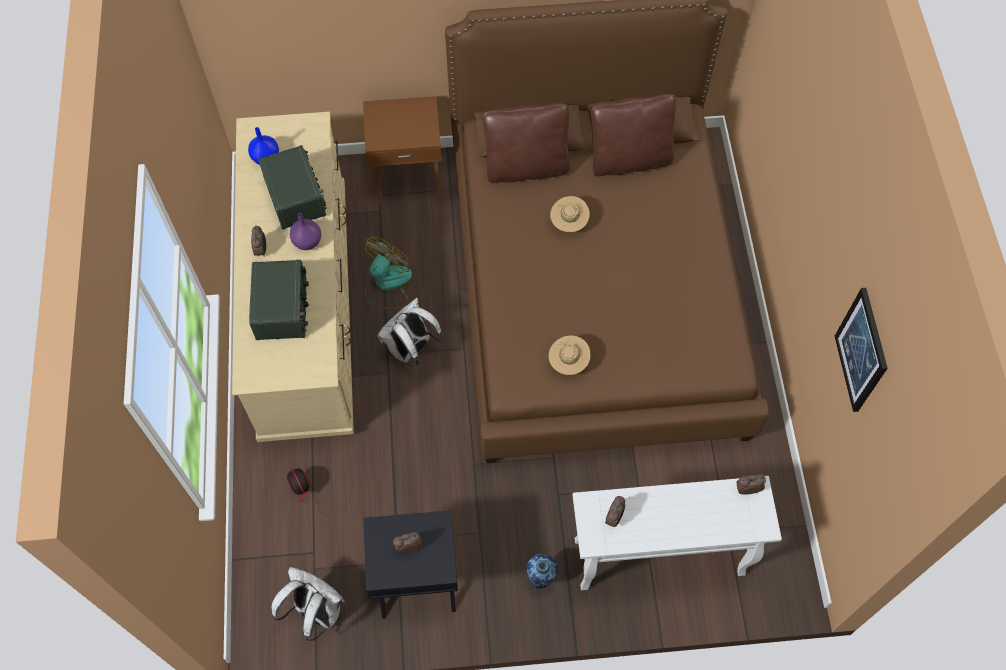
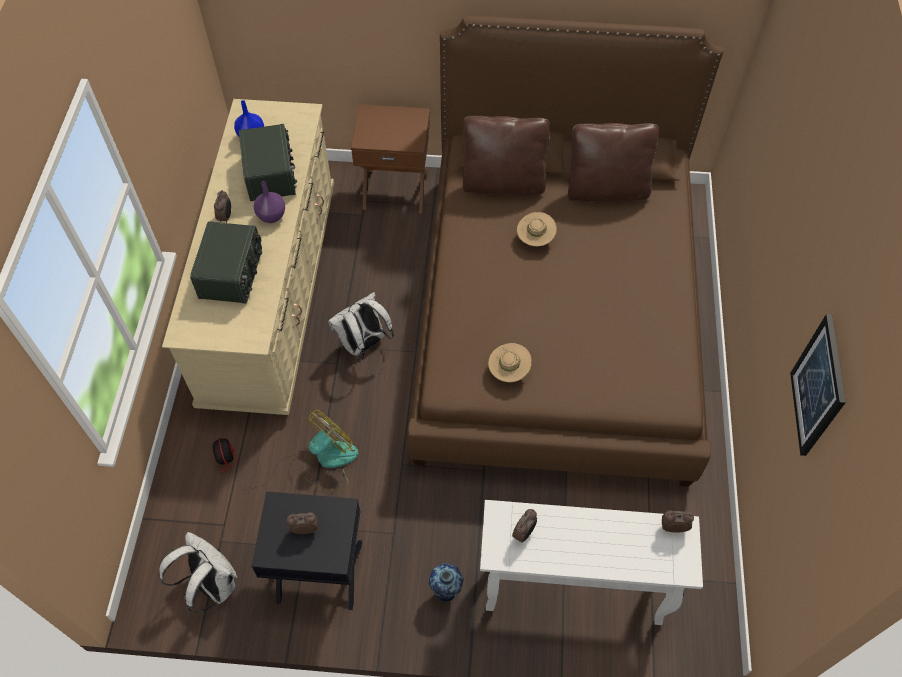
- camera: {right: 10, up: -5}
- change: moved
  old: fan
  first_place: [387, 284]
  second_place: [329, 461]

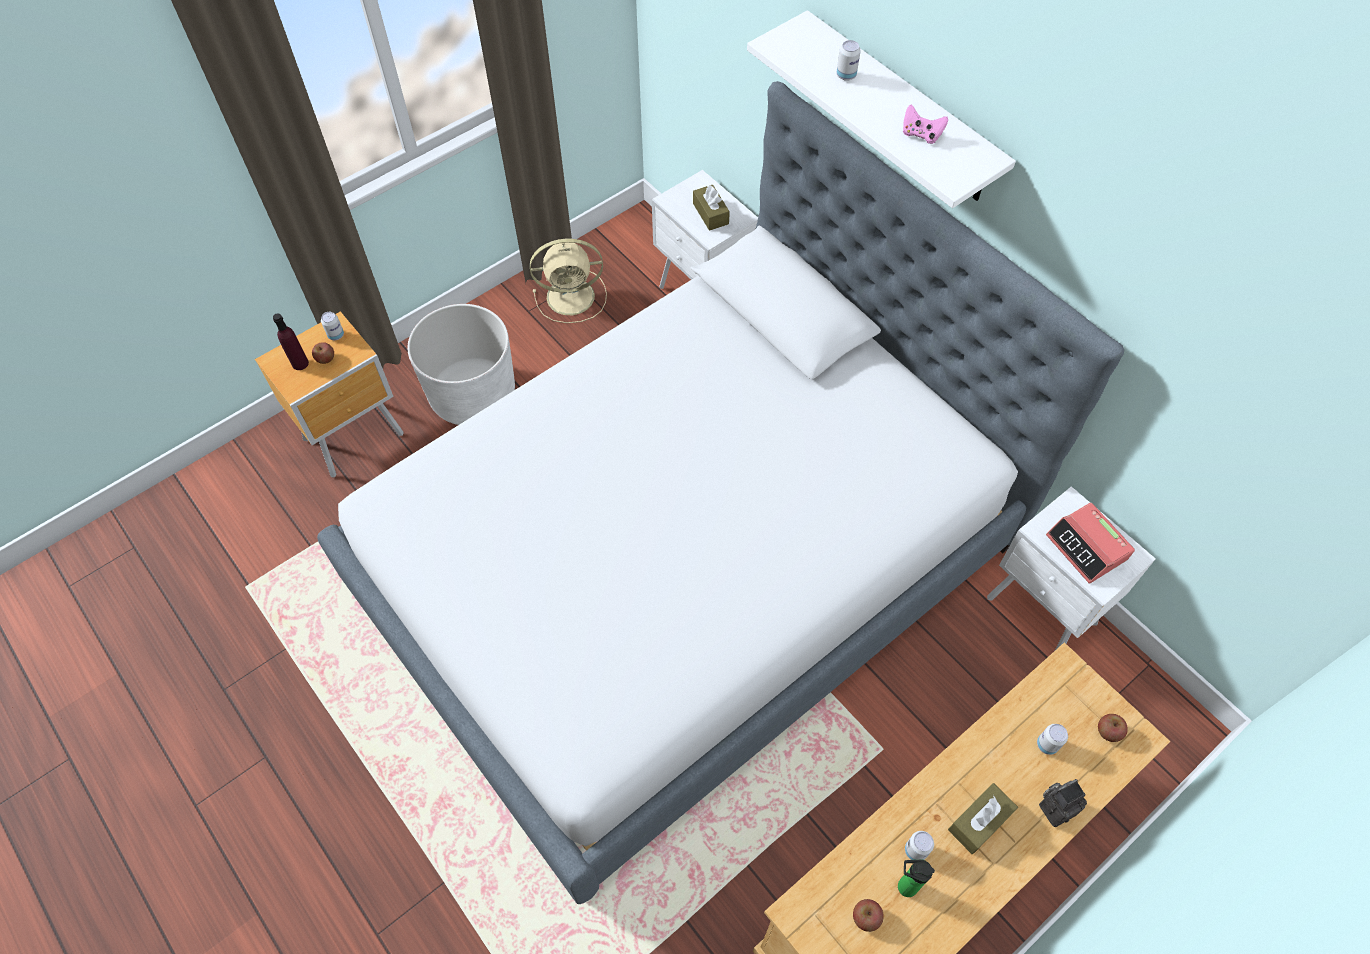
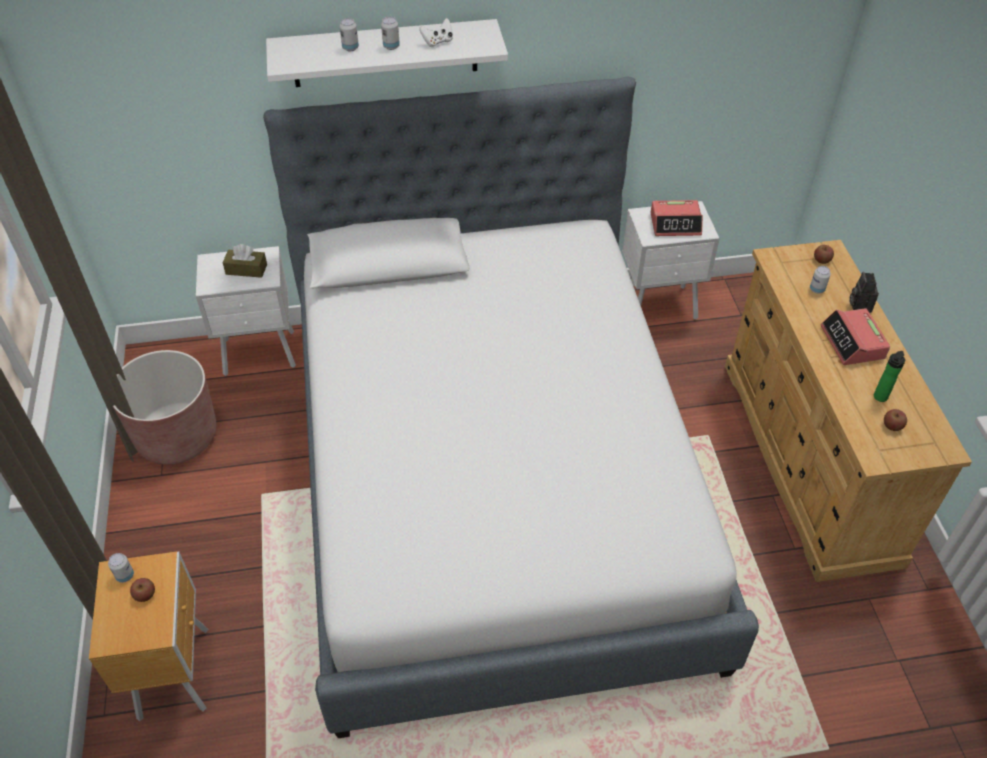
- camera: {right: -60, up: -10}
- change: recoloured
  old: pink gamepad
  new: white-coloured gamepad
  first_place: [921, 134]
  second_place: [438, 42]
- change: replaced
  old: sand-coloured fan
  new: brown-coloured planter
  first_place: [573, 296]
  second_place: [177, 436]
- change: removed
  old: white-coloured planter
  first_place: [473, 395]
- change: removed
  old: purple bottle
  first_place: [300, 363]
- change: replaced
  old: brown-coloured tissue holder
  new: bedside clock
  first_place: [979, 821]
  second_place: [852, 343]
- change: moved
  old: metal can
  first_place: [915, 850]
  second_place: [391, 46]

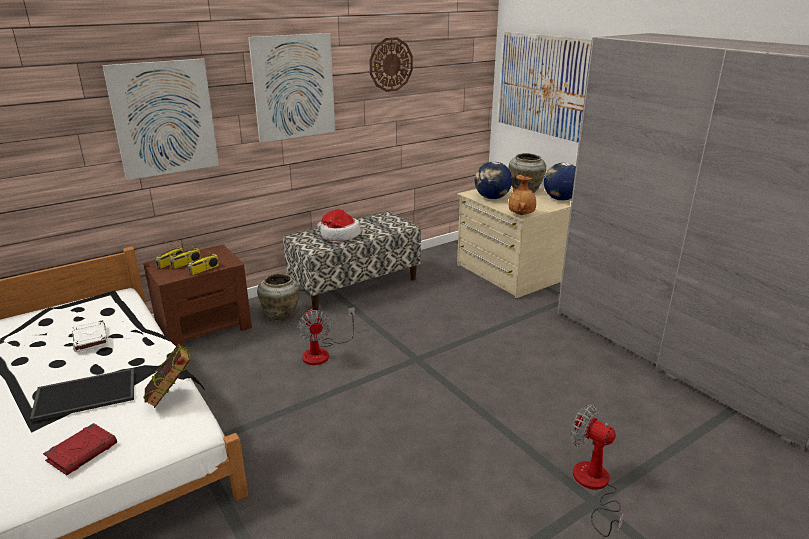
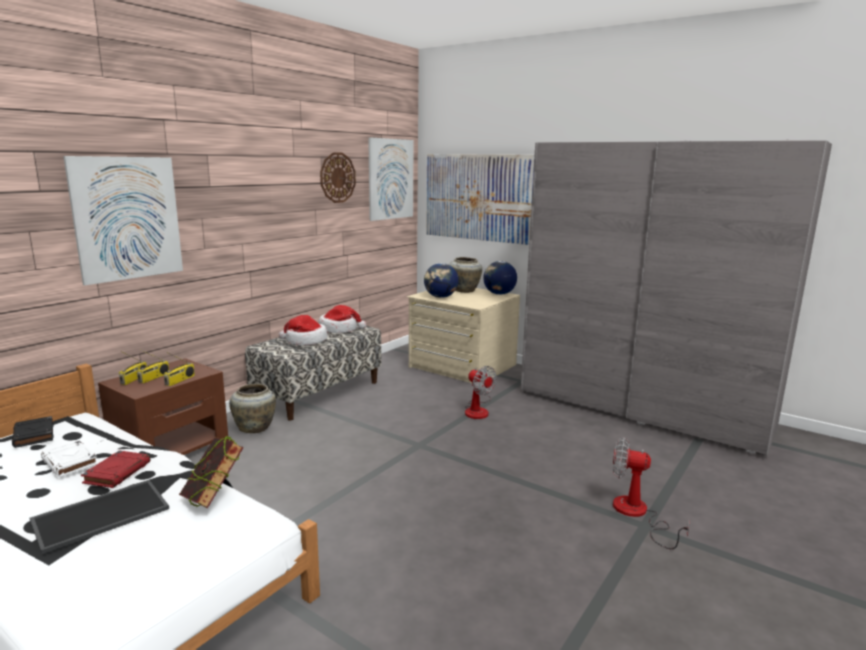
- camera: {right: -20, up: -10}
- change: moved
  old: wall art
  first_place: [294, 87]
  second_place: [391, 179]
- change: removed
  old: brown-coloured decorative vase
  first_place: [521, 214]
- change: moved
  old: fan
  first_place: [322, 352]
  second_place: [478, 410]
- change: moved
  old: reddish volume
  first_place: [82, 451]
  second_place: [117, 472]
- change: added
  new: wearable hat
  second_place: [339, 329]
- change: added
  new: black volume
  second_place: [34, 435]

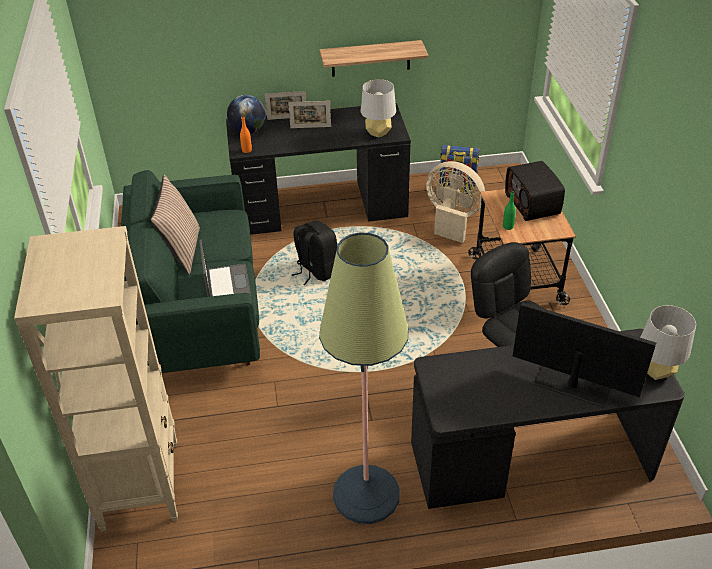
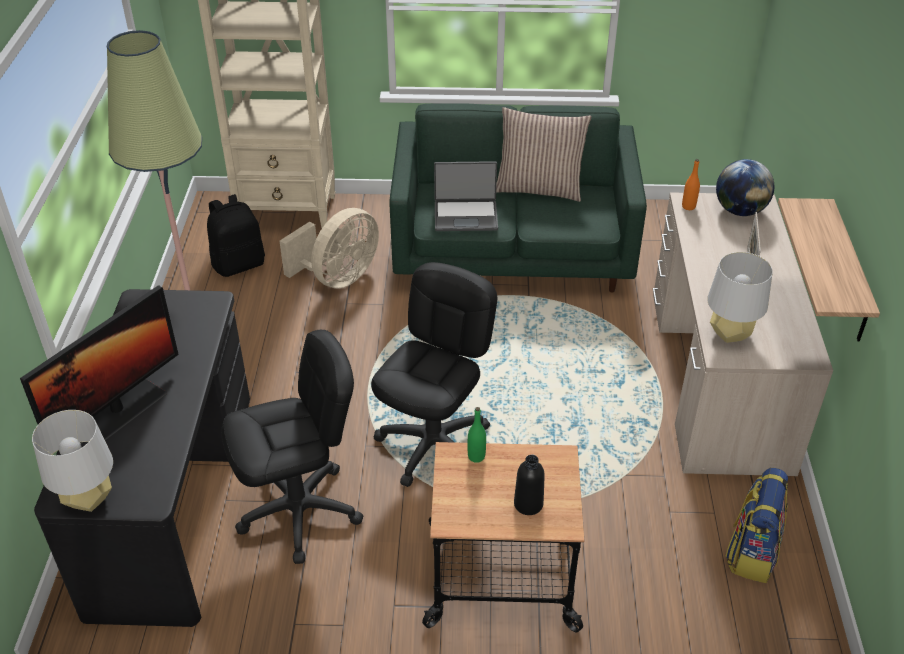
- camera: {right: 100, up: 0}
- change: removed
  old: standing frame
  first_place: [287, 118]
- change: recoloured
  old: black desk
  new: sand-coloured desk
  first_place: [321, 206]
  second_place: [717, 378]
- change: moved
  old: sand-coloured fan
  first_place: [452, 219]
  second_place: [338, 278]
- change: replaced
  old: radio set
  new: black bottle
  first_place: [533, 204]
  second_place: [528, 504]
- change: moved
  old: black backpack
  first_place: [316, 271]
  second_place: [239, 264]
- change: added
  new: black office chair
  second_place: [434, 445]

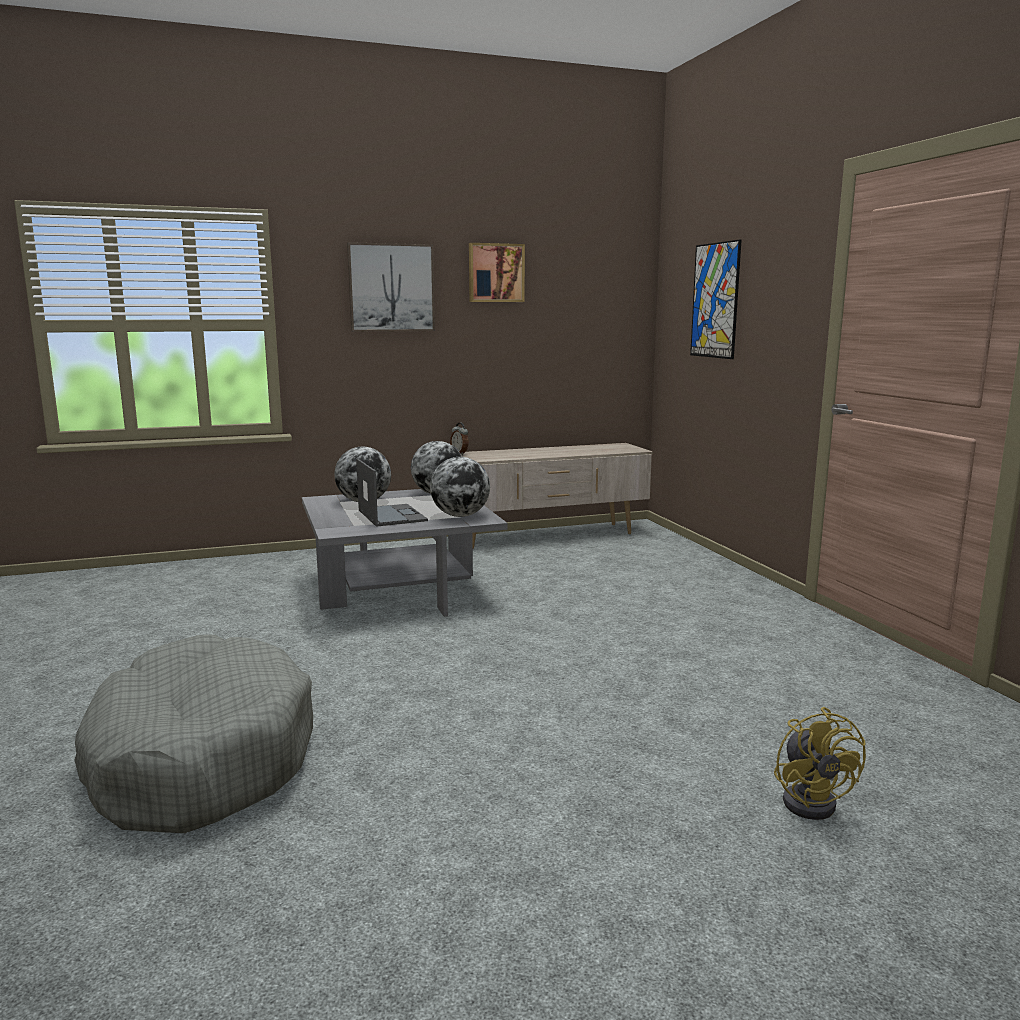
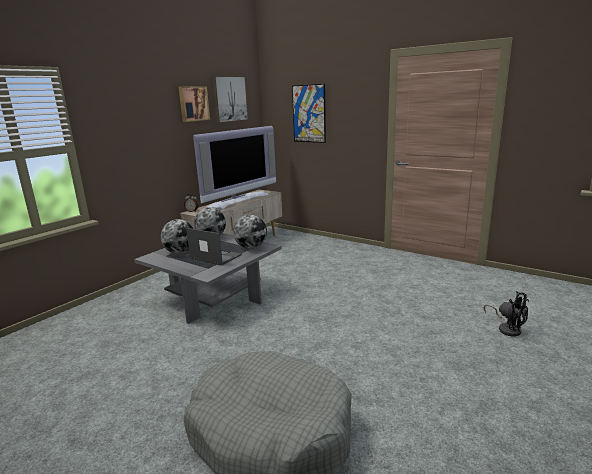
- camera: {right: -35, up: 5}
- change: moved
  old: wall art
  first_place: [391, 288]
  second_place: [230, 99]
- change: recoloured
  old: yellow-coloured fan
  new: black fan
  first_place: [813, 800]
  second_place: [507, 328]
- change: added
  new: television
  second_place: [238, 200]

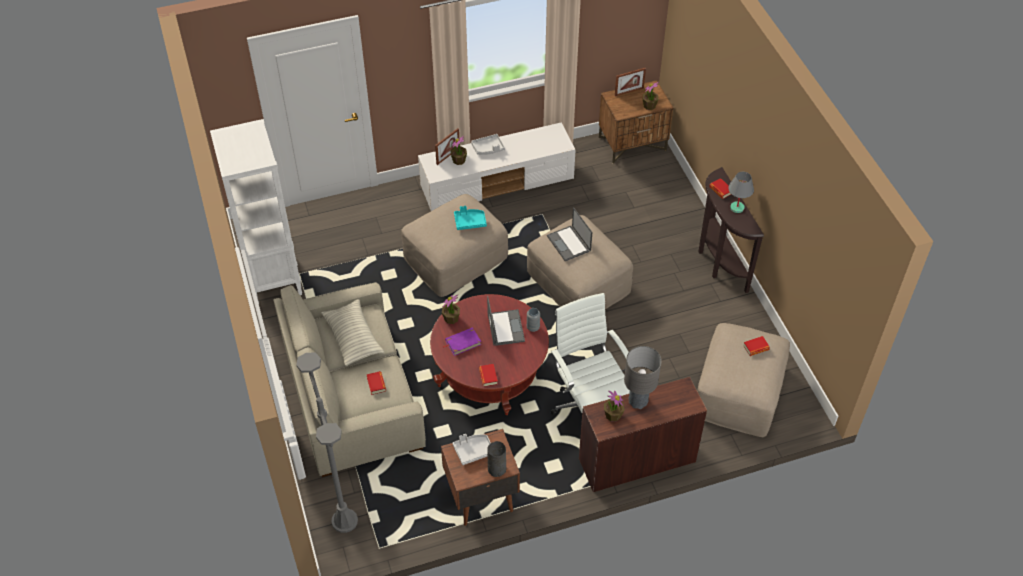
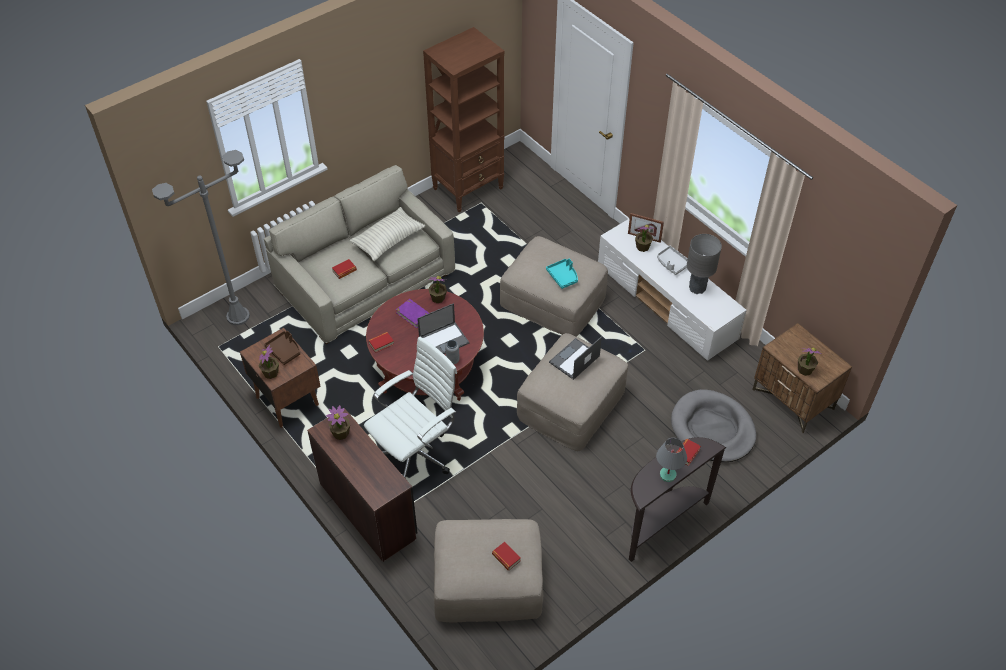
- camera: {right: 70, up: 0}
- change: removed
  old: standing frame
  first_place: [629, 91]
- change: recoloured
  old: white-coloured shelving unit
  new: brown-coloured shelving unit
  first_place: [273, 278]
  second_place: [468, 188]
- change: moved
  old: greyish lamp for a table
  first_place: [638, 401]
  second_place: [697, 288]
- change: recoloured
  old: greyish serving tray
  new: brown-coloured serving tray
  first_place: [473, 451]
  second_place: [284, 351]
- change: replaced
  old: greyish decorative vase
  new: houseplant
  first_place: [497, 468]
  second_place: [271, 373]
- change: added
  new: greyish dog bed
  second_place: [712, 429]

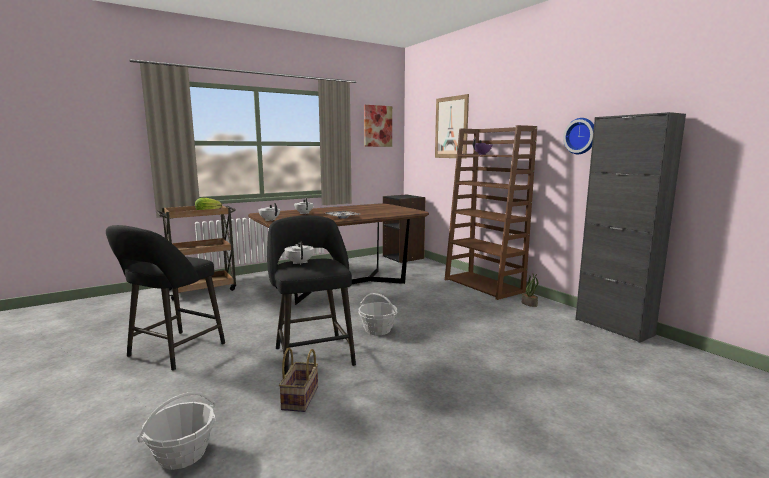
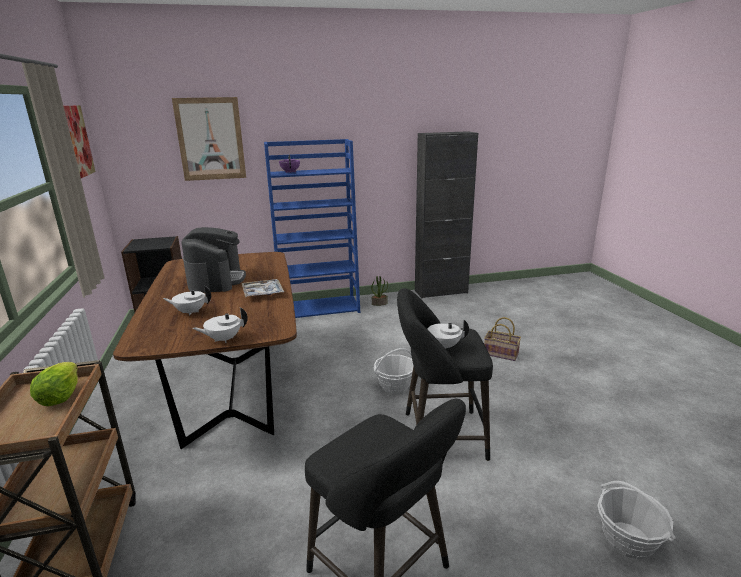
- camera: {right: -70, up: 10}
- change: removed
  old: wall clock
  first_place: [581, 136]
- change: recoloured
  old: brown-coloured shelving unit
  new: blue-coloured shelving unit
  first_place: [484, 286]
  second_place: [319, 308]
- change: moved
  old: storage basket
  first_place: [301, 399]
  second_place: [502, 354]
- change: added
  new: coffee brewer
  second_place: [216, 280]

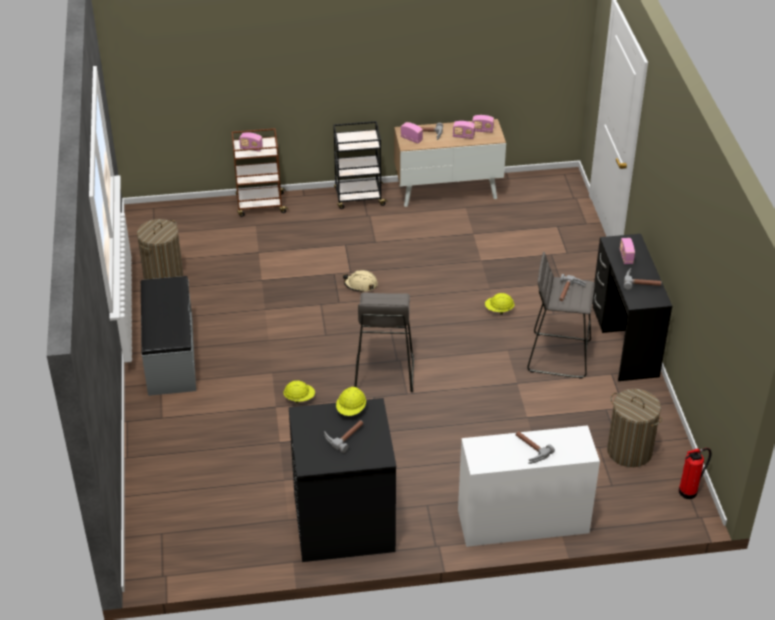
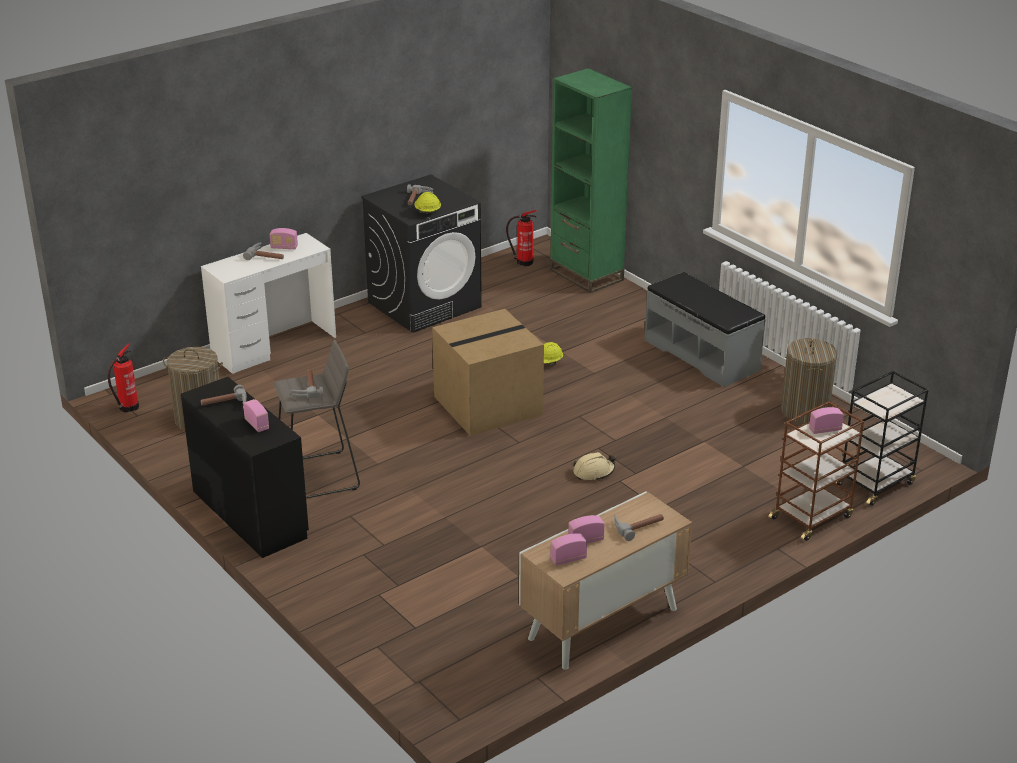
- camera: {right: 150, up: -10}
- change: moved
  old: black trolley
  first_place: [358, 197]
  second_place: [875, 483]
- change: moved
  old: radio set
  first_place: [411, 139]
  second_place: [284, 247]
- change: replaced
  old: greyish sitting stool
  new: packing box
  first_place: [383, 373]
  second_place: [488, 404]
- change: removed
  old: yellow-coloured hard hat
  first_place: [499, 310]
- change: added
  new: green shelving unit
  second_place: [586, 275]
- change: added
  new: fire-fighting cylinder
  second_place: [523, 262]

